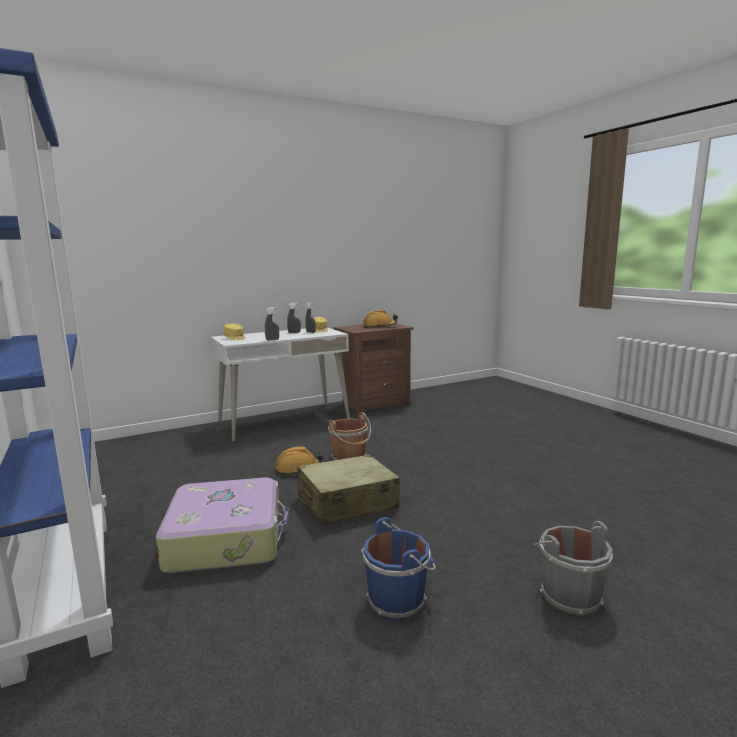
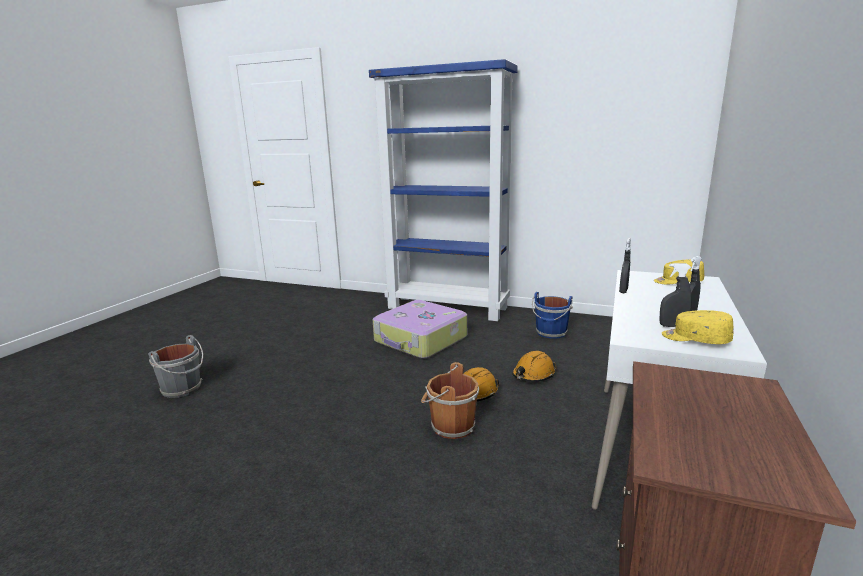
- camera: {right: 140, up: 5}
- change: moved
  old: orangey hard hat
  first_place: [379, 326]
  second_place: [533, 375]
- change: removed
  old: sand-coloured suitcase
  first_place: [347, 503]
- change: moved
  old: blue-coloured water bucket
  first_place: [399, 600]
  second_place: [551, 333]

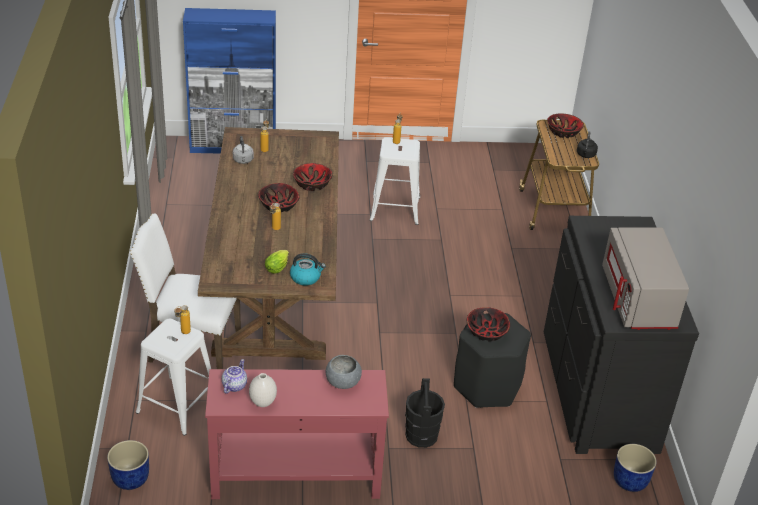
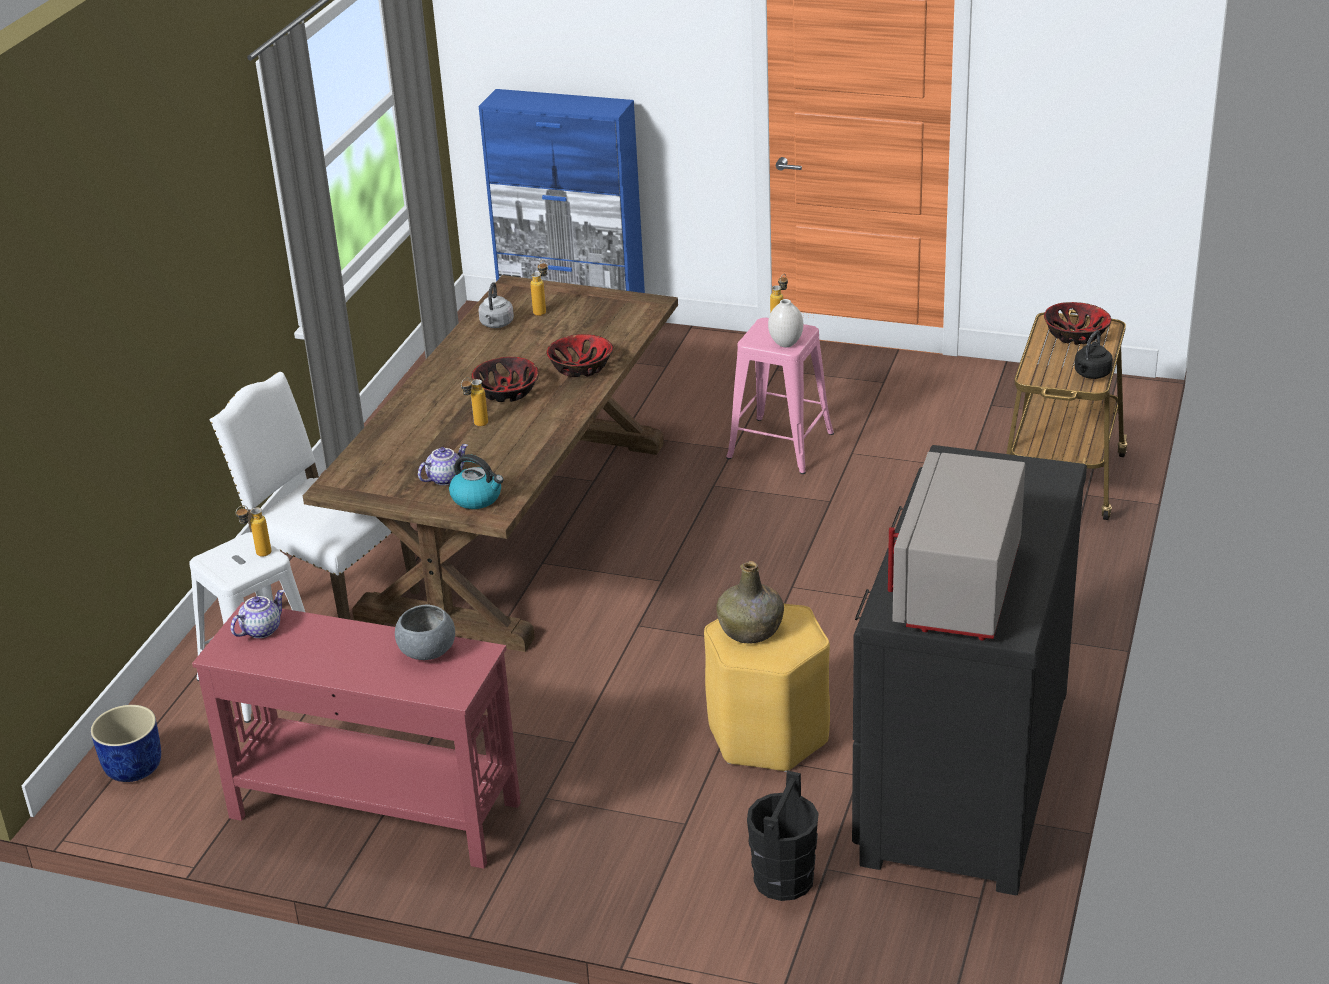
- camera: {right: 25, up: -5}
- change: recoloured
  old: white-coloured sitting stool
  new: pink sitting stool
  first_place: [395, 208]
  second_place: [780, 445]
- change: replaced
  old: head of lettuce
  new: pot for tea
  first_place: [278, 267]
  second_place: [445, 478]
- change: replaced
  old: serving bowl
  new: green bottle
  first_place: [487, 332]
  second_place: [751, 630]
- change: recoloured
  old: black sitting stool
  new: yellow-coloured sitting stool
  first_place: [487, 385]
  second_place: [768, 734]
- change: moved
  old: white-coloured decorative vase
  first_place: [263, 402]
  second_place: [786, 343]
- change: moved
  old: black water bucket
  first_place: [421, 435]
  second_place: [783, 879]
- change: removed
  old: blue-coloured planter
  first_place: [630, 481]

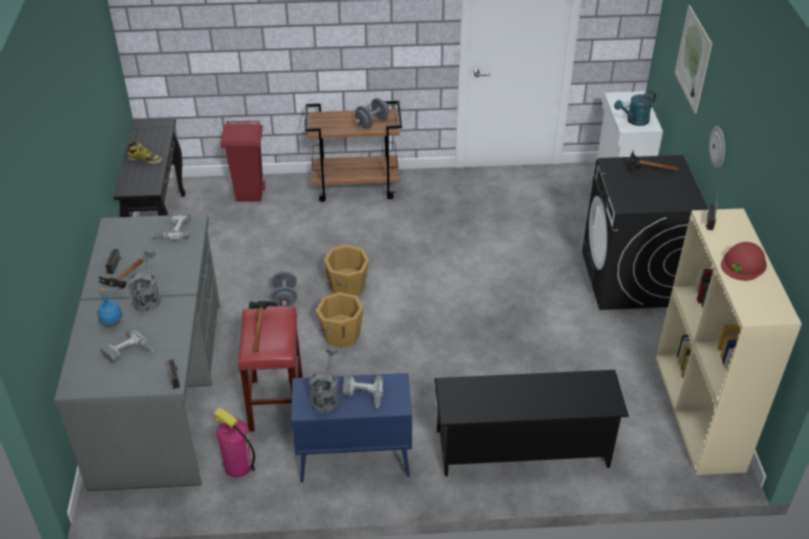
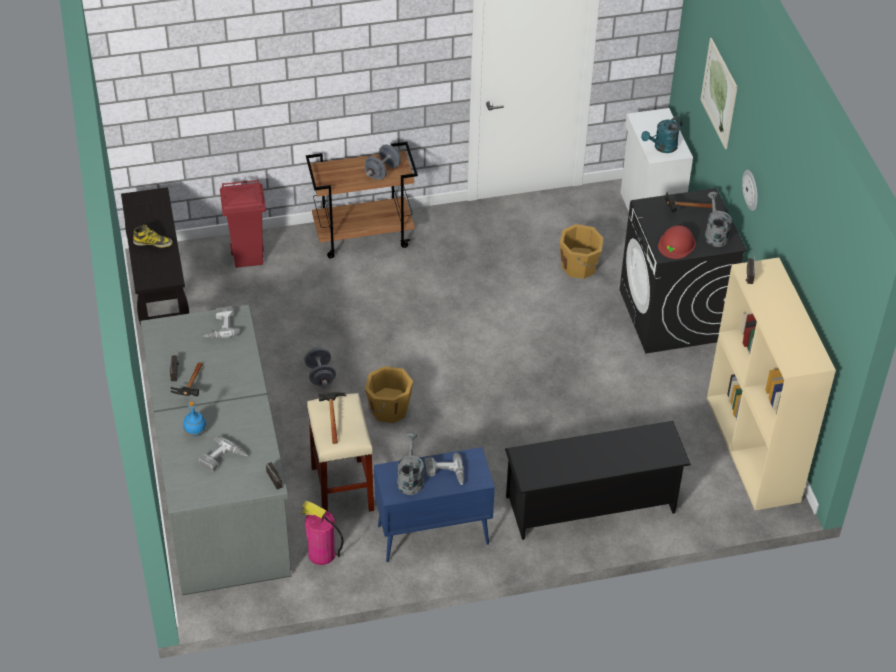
- camera: {right: -10, up: 5}
- change: moved
  old: reddish hard hat
  first_place: [743, 264]
  second_place: [676, 244]
- change: moved
  old: orangey water bucket
  first_place: [348, 287]
  second_place: [579, 266]
- change: moved
  old: greyish sprinkling can
  first_place: [148, 297]
  second_place: [715, 234]
- change: recoloured
  old: reddish sitting stool
  new: sand-coloured sitting stool
  first_place: [277, 404]
  second_place: [343, 489]

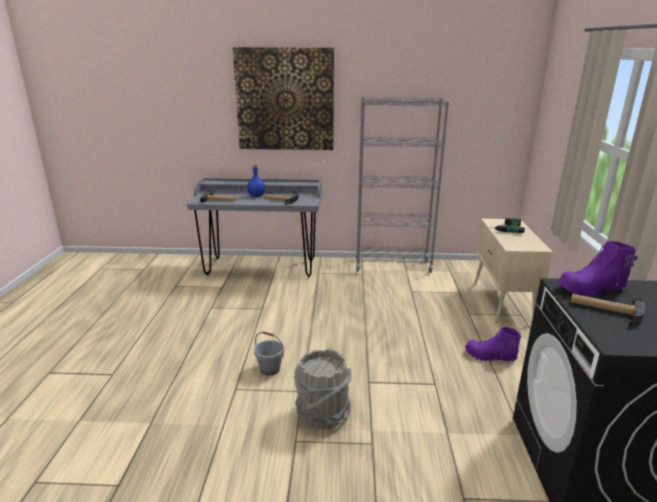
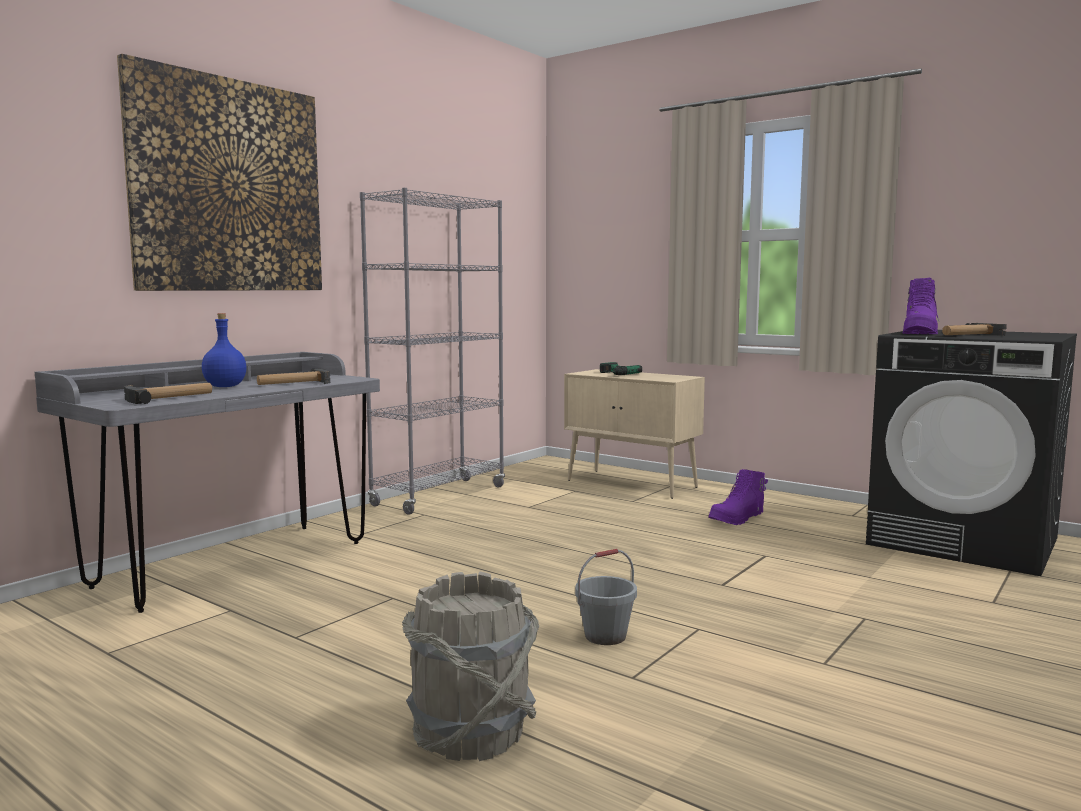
- camera: {right: -55, up: -15}
- change: moved
  old: greyish water bucket
  first_place: [322, 414]
  second_place: [471, 733]

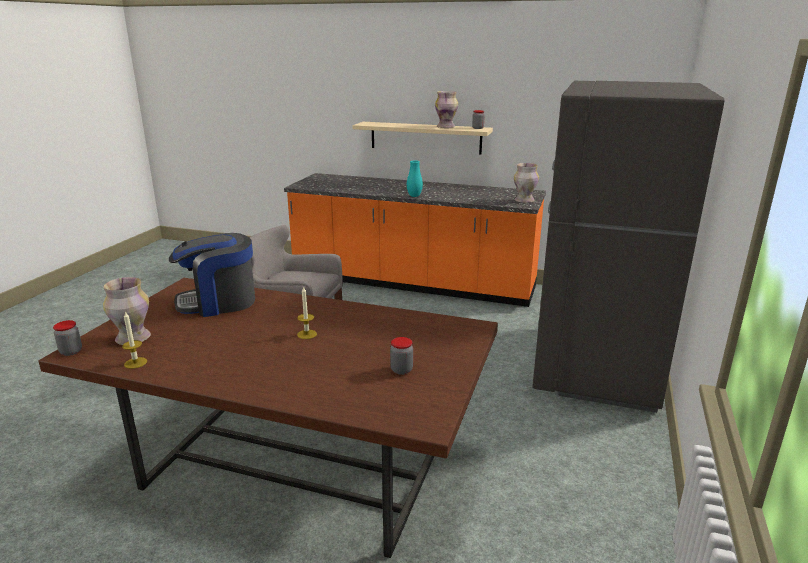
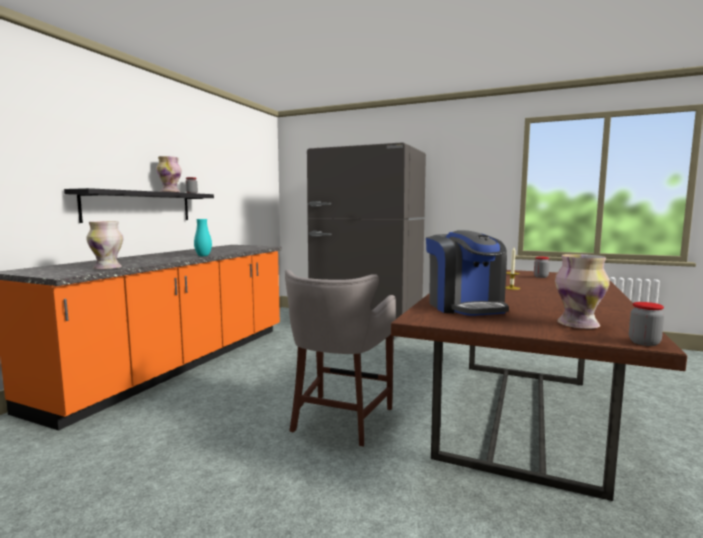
- camera: {right: -85, up: -15}
- change: recoloured
  old: sand-coloured wall shelf
  new: black wall shelf
  first_place: [425, 137]
  second_place: [139, 206]
- change: moved
  old: decorative vase
  first_place: [524, 200]
  second_place: [107, 268]
- change: removed
  old: wax candle
  first_place: [135, 363]

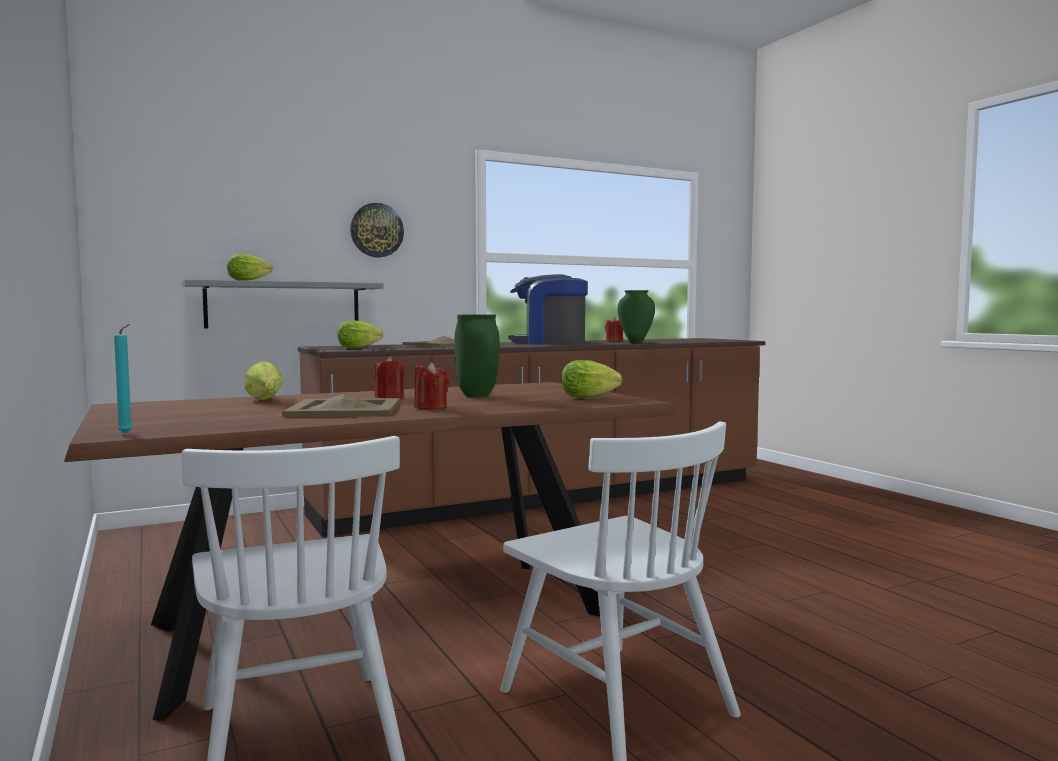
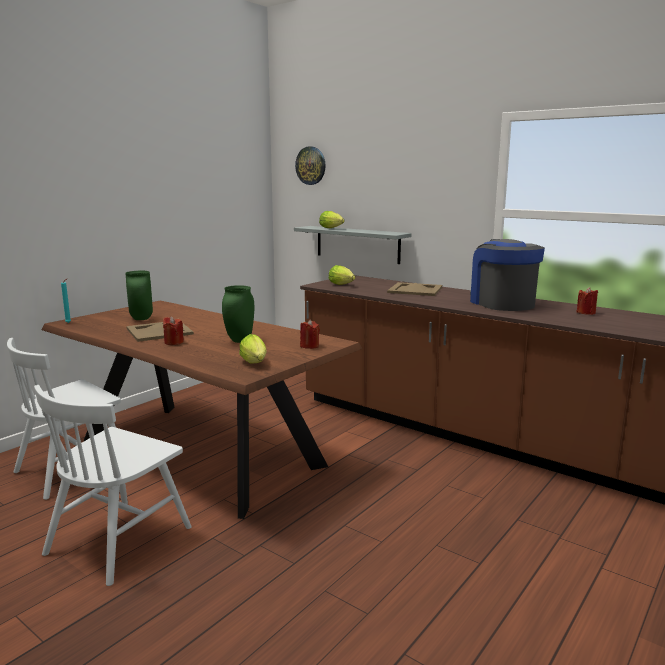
- camera: {right: 65, up: 10}
- change: moved
  old: wall clock
  first_place: [376, 230]
  second_place: [311, 165]
- change: moved
  old: green decorative vase
  first_place: [635, 343]
  second_place: [140, 319]
- change: moved
  old: reddish wax candle
  first_place: [389, 397]
  second_place: [309, 346]
- change: removed
  old: head of lettuce
  first_place: [266, 400]

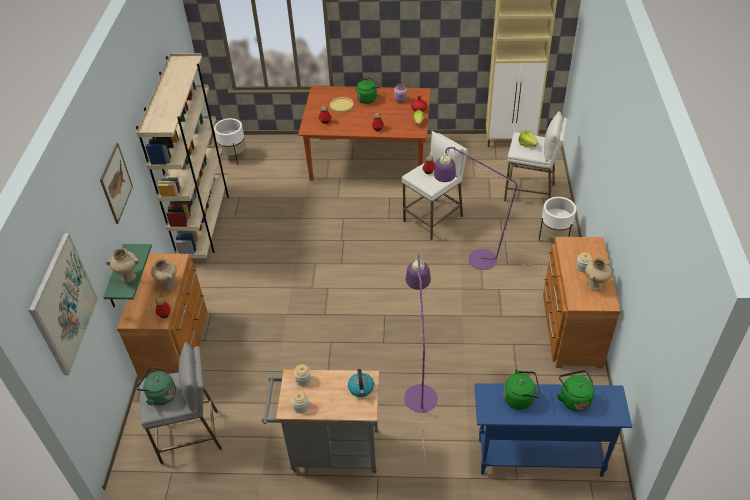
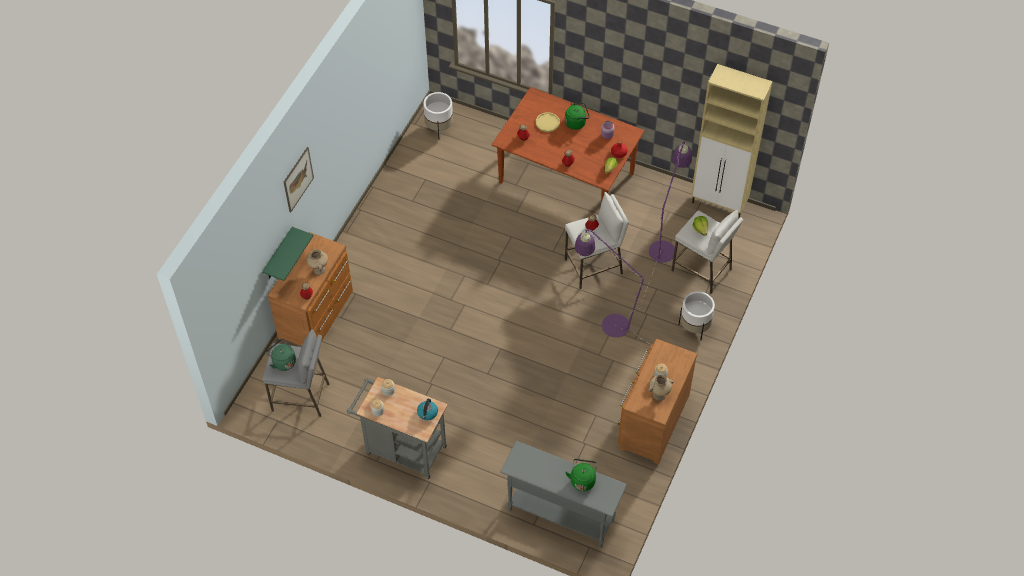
- camera: {right: 20, up: 10}
- change: removed
  old: sand-coloured shelving unit
  first_place: [205, 223]
- change: removed
  old: wall art
  first_place: [64, 304]
- change: removed
  old: sand-coloured decorative vase
  first_place: [129, 276]
- change: moved
  old: purple standing lamp
  first_place: [419, 390]
  second_place: [664, 245]
- change: removed
  old: green water kettle
  first_place: [520, 398]
- change: recoloured
  old: blue-coloured narrow table
  new: greyish narrow table
  first_place: [539, 457]
  second_place: [560, 515]

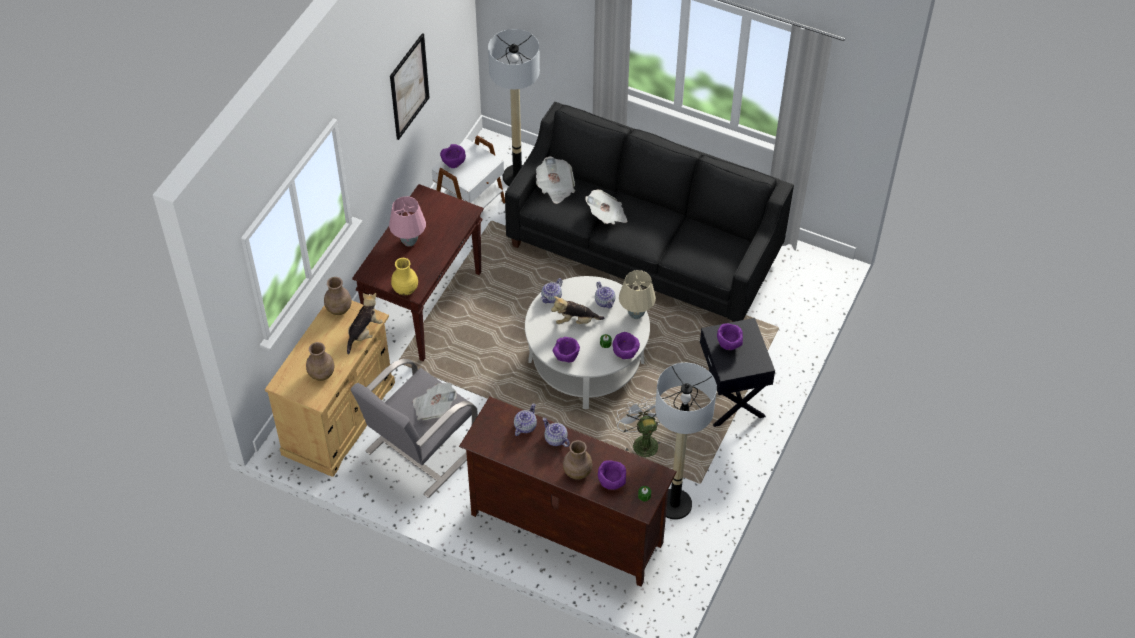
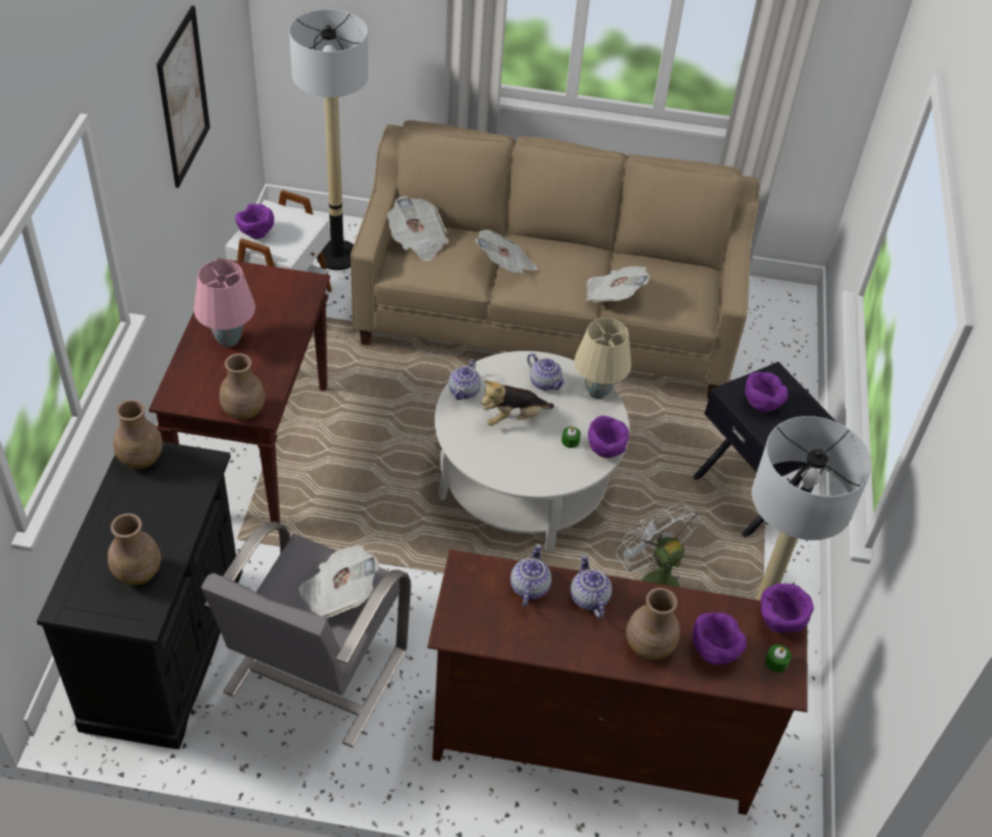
- camera: {right: -20, up: -5}
- change: recoloured
  old: black settee
  new: sand-coloured settee
  first_place: [645, 251]
  second_place: [548, 320]
- change: recoloured
  old: yellow-coloured decorative vase
  new: brown-coloured decorative vase
  first_place: [405, 290]
  second_place: [243, 411]
- change: removed
  old: plush toy
  first_place: [364, 333]
- change: recoloured
  old: sand-coloured cupboard
  new: black cupboard
  first_place: [339, 418]
  second_place: [165, 647]
- change: moved
  old: purple serving bowl
  first_place: [566, 357]
  second_place: [780, 623]
- change: turned
  old: pot for tea
  first_place: [555, 439]
  second_place: [588, 598]
  degrees: 45
- change: added
  new: daily paper
  second_place: [612, 296]

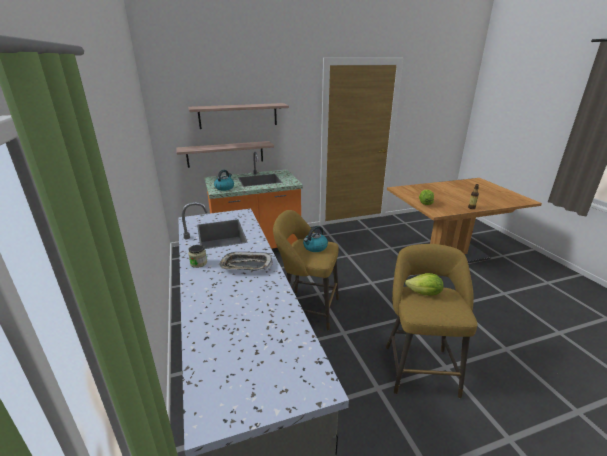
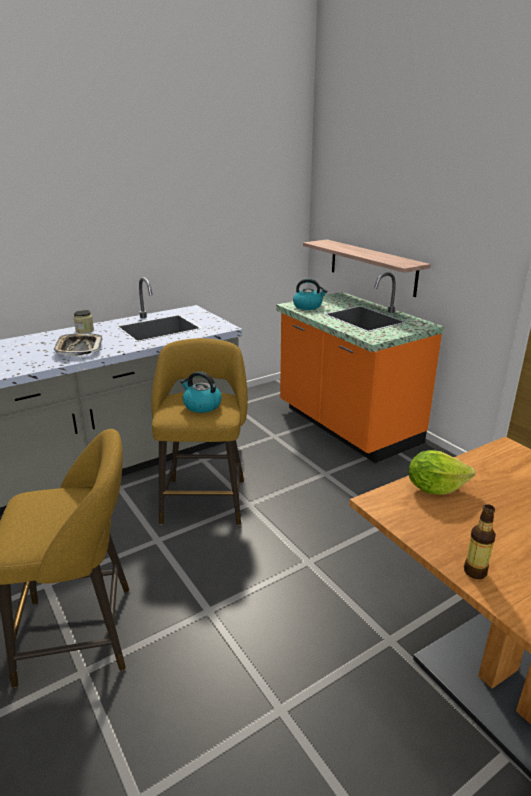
- camera: {right: 75, up: 0}
- change: removed
  old: wall shelf
  first_place: [238, 116]
- change: removed
  old: head of lettuce
  first_place: [424, 293]

